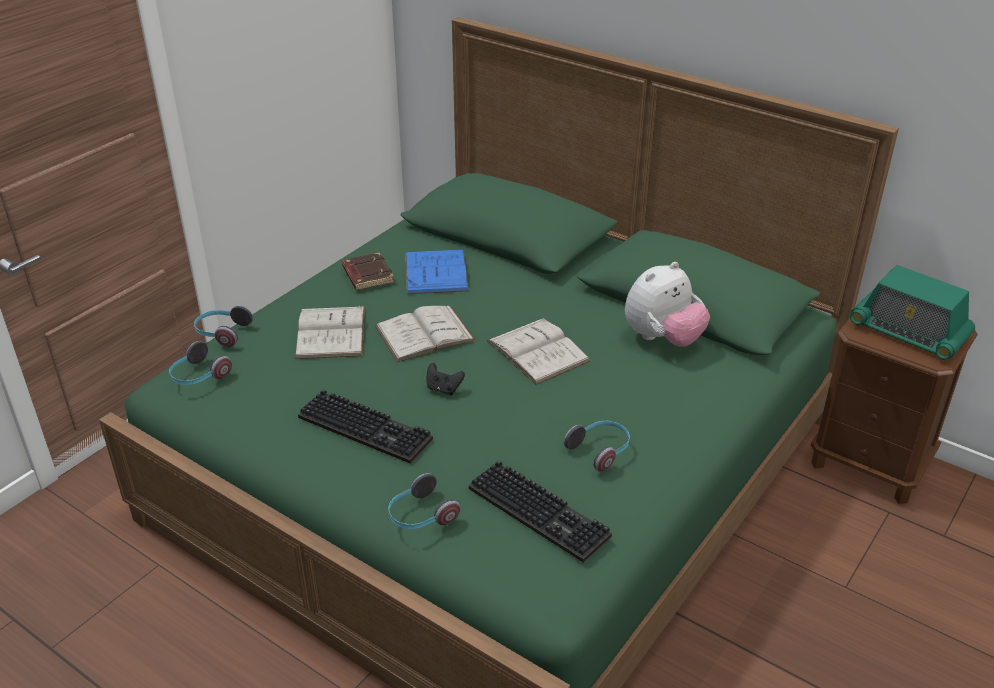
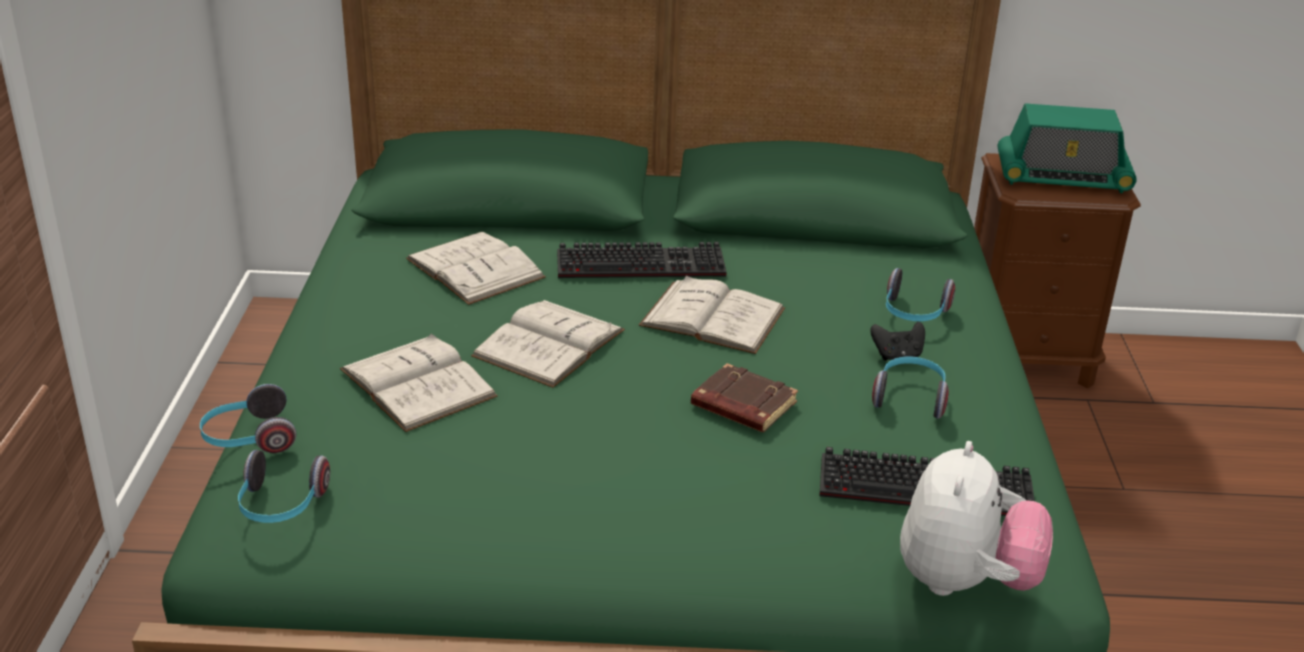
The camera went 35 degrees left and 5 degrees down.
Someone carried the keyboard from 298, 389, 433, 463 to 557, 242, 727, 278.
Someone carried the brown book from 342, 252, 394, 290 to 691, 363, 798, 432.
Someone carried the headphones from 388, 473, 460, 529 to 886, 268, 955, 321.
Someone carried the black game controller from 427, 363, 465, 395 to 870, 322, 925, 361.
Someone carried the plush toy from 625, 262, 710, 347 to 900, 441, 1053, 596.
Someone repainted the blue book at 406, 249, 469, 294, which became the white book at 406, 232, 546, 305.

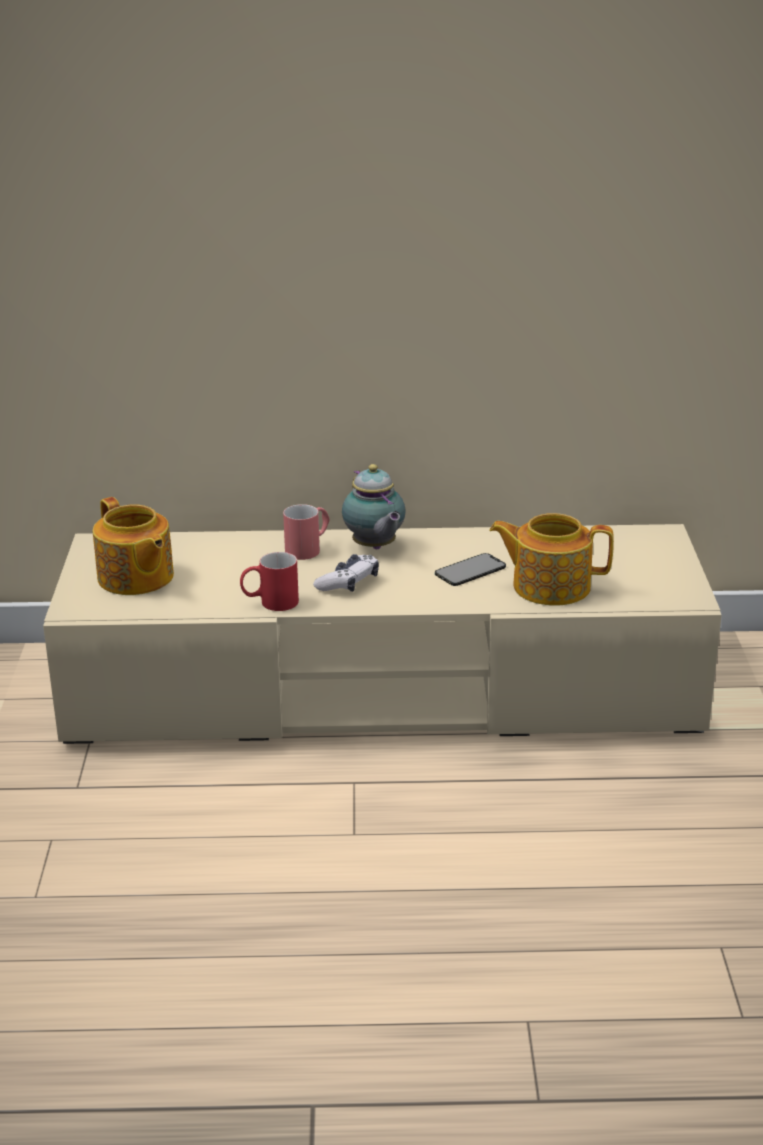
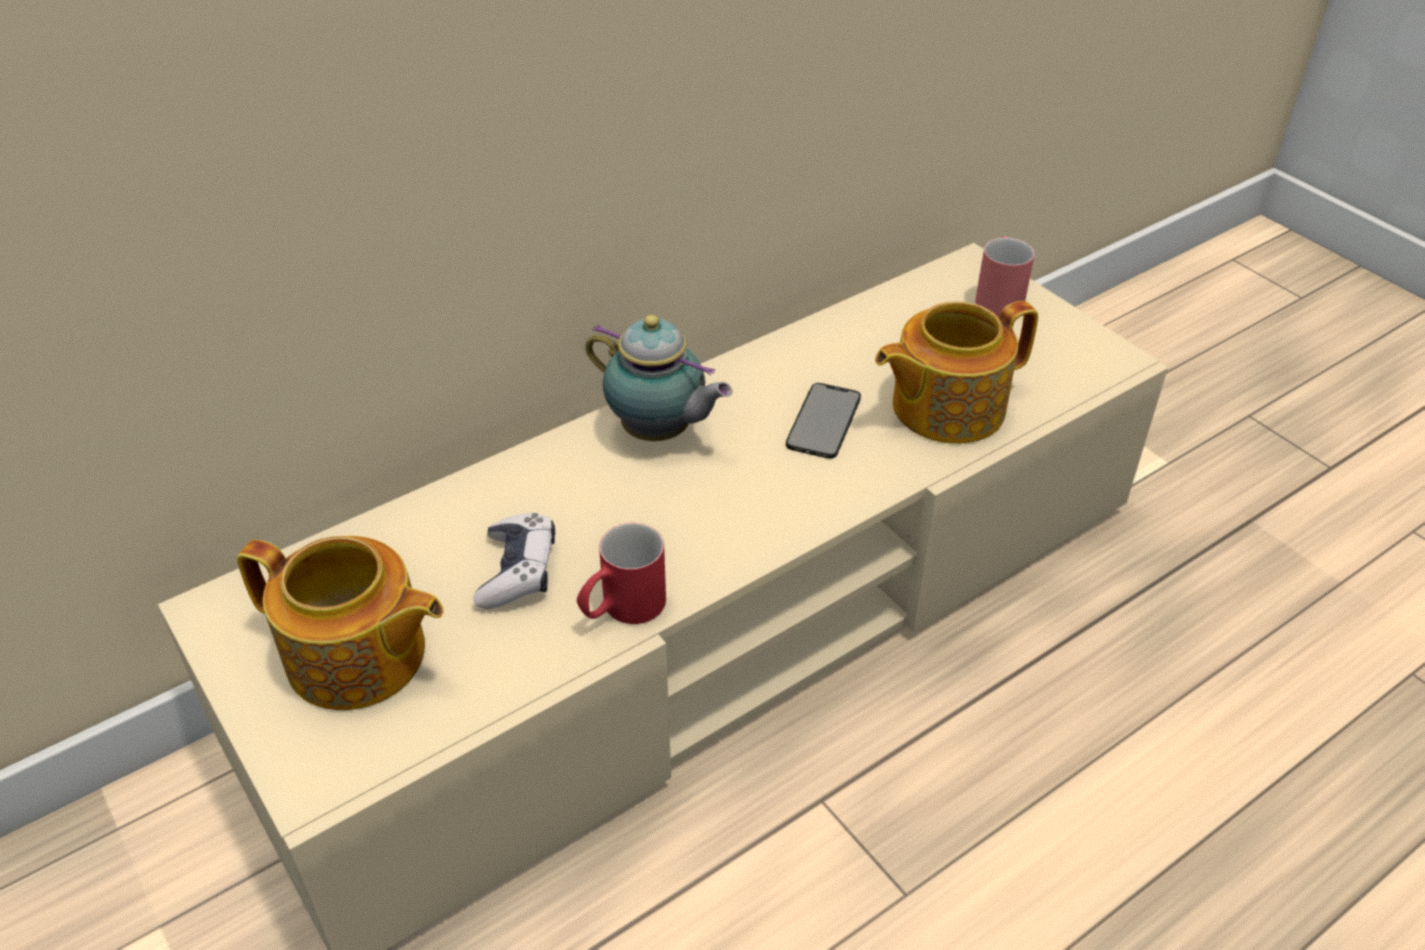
The camera went 35 degrees left and 15 degrees up.
Someone carried the red mug from 283, 504, 330, 560 to 975, 236, 1035, 317.
Someone carried the game controller from 313, 554, 379, 592 to 473, 513, 555, 609.

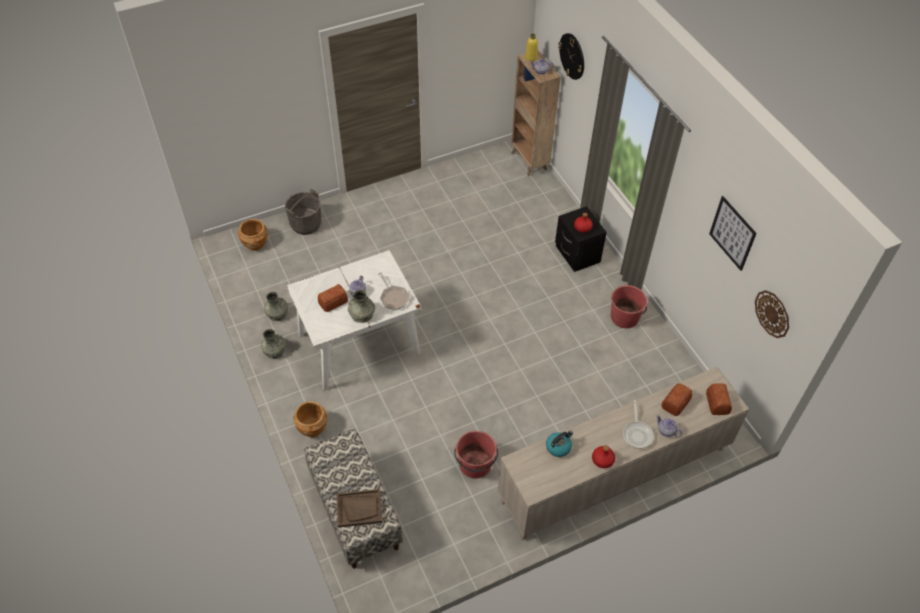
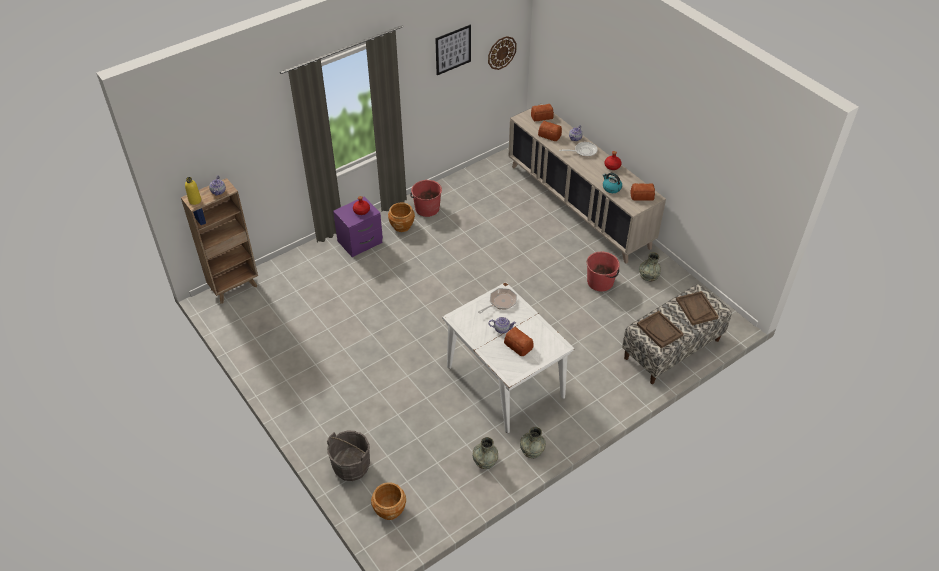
The camera went 100 degrees left and 5 degrees down.
Someone took away the wall clock at 558, 33, 584, 80.
Someone put down the bread at 630, 183, 655, 201.
Someone put down the brown tray at 637, 311, 683, 348.
Someone carried the brown planter from 293, 401, 328, 437 to 388, 202, 415, 232.
Someone carried the grey vase from 348, 290, 375, 323 to 639, 252, 661, 281.
Someone repainted the black nightstand at 555, 206, 607, 272, which became the purple nightstand at 333, 197, 383, 257.

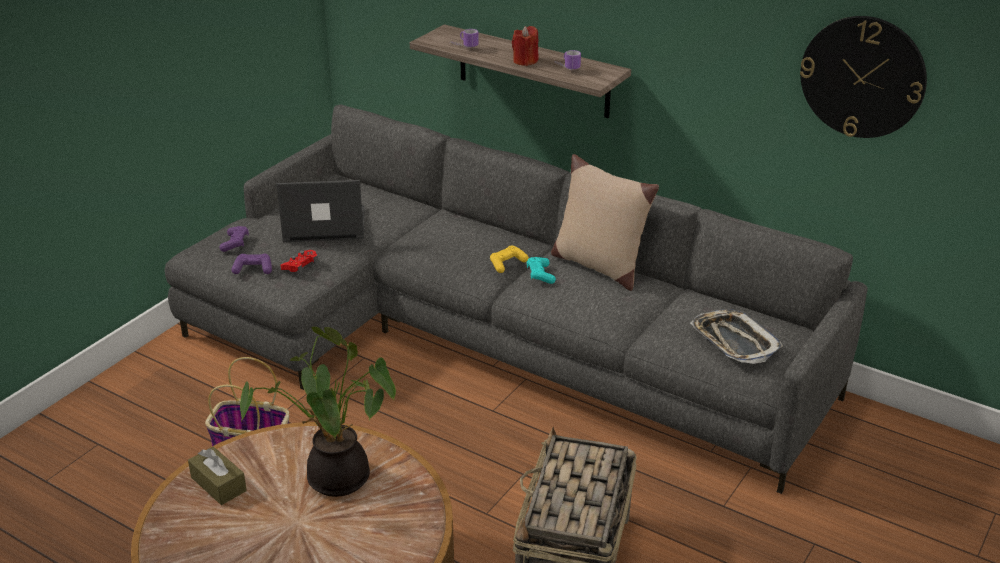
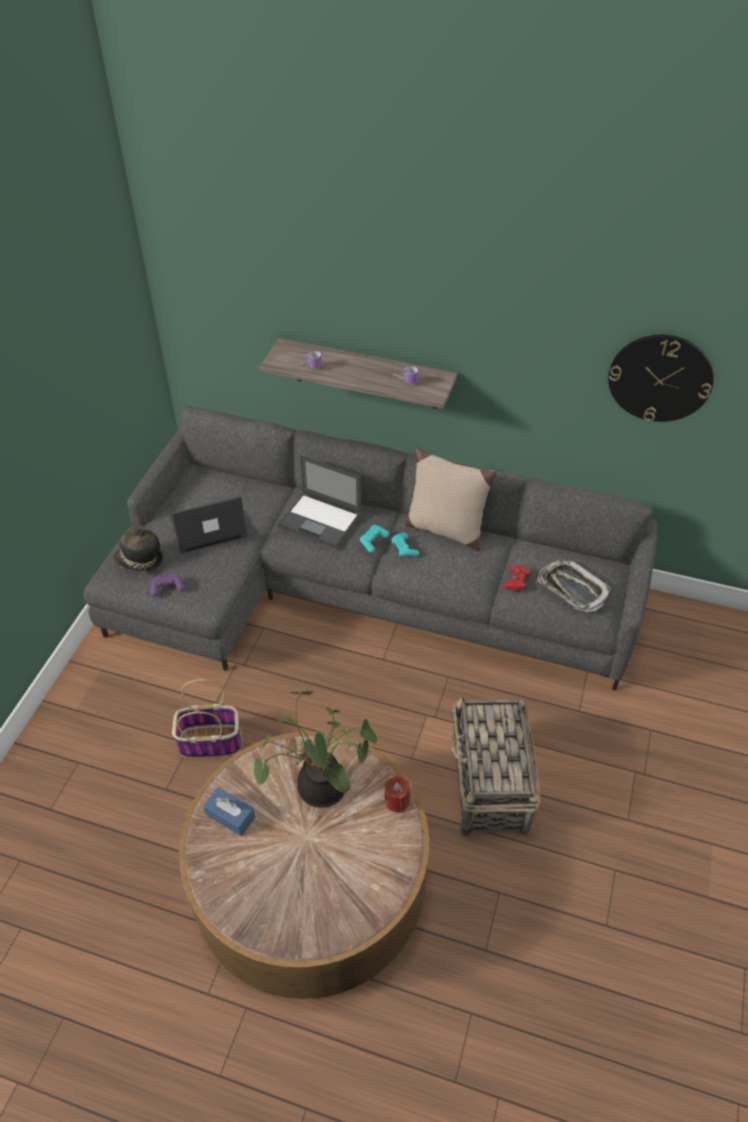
The camera went 15 degrees left and 15 degrees up.
Someone put down the laptop at 278, 455, 362, 548.
Someone carried the red game controller from 281, 250, 318, 276 to 504, 565, 530, 592.
Someone carried the red candle from 512, 26, 539, 66 to 384, 775, 410, 813.
Someone swapped the purple game controller at 219, 226, 249, 252 for the hat at 113, 529, 163, 572.
Someone repainted the brown tissue box at 188, 447, 247, 505, which became the blue tissue box at 203, 787, 255, 836.
Someone repainted the yellow game controller at 490, 246, 529, 273, which became the turquoise game controller at 360, 525, 389, 553.

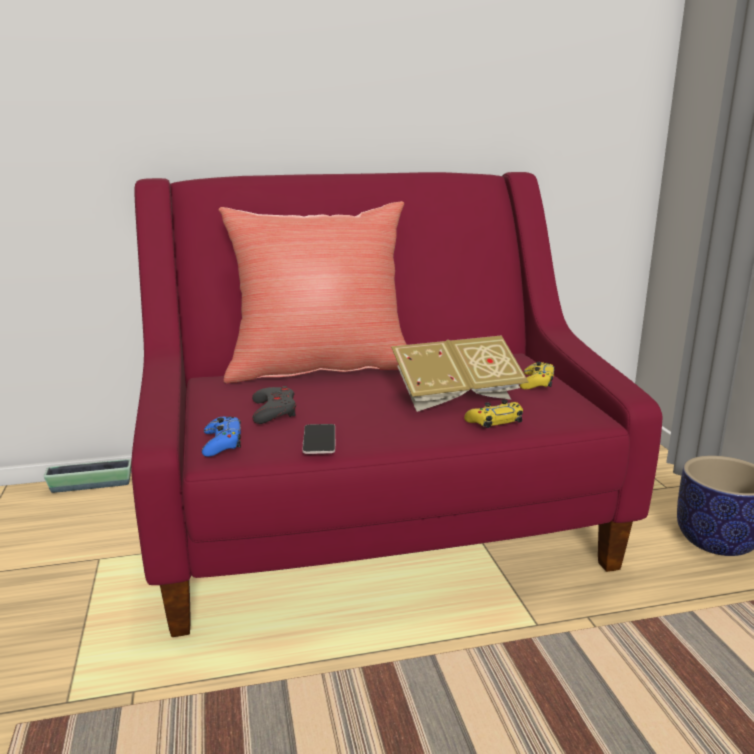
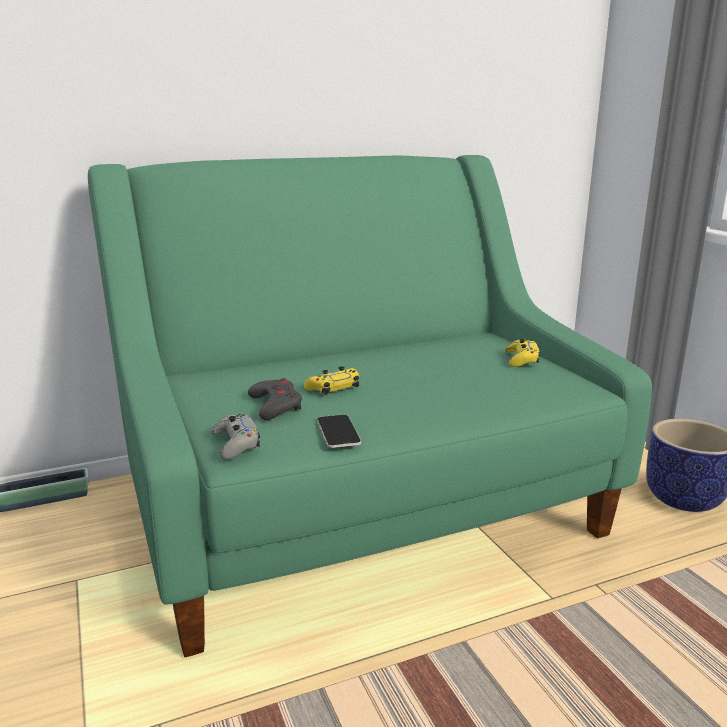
The camera went 10 degrees left and 0 degrees up.
Someone took away the red pillow at 218, 201, 407, 383.
Someone took away the book at 391, 335, 528, 412.
Someone carried the yellow game controller from 464, 400, 523, 428 to 304, 366, 359, 394.
Someone repainted the red sofa at 131, 172, 662, 637, which became the green sofa at 88, 155, 652, 657.
Someone repainted the blue game controller at 202, 416, 241, 457, which became the grey game controller at 212, 414, 260, 459.

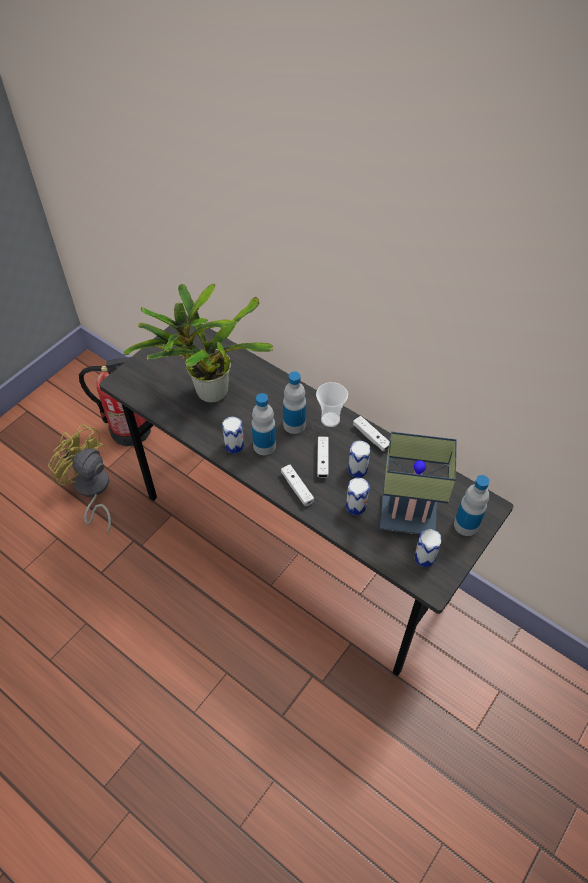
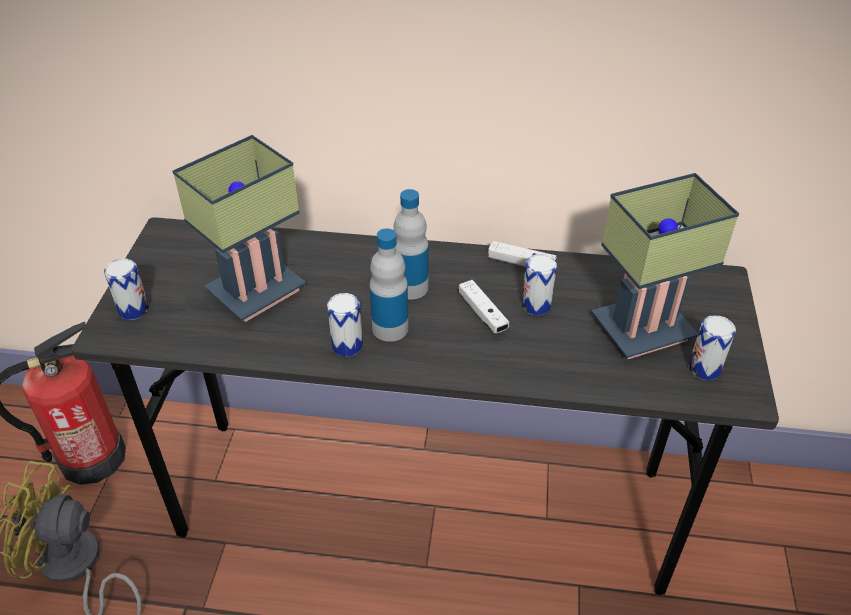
The camera went 30 degrees left and 10 degrees down.
Someone took away the white game controller at 281, 465, 314, 506.
Someone took away the cup at 316, 382, 348, 427.
Someone took away the bottle at 454, 475, 490, 536.
Someone carried the can from 346, 478, 369, 515 to 104, 258, 149, 320.
Someone swapped the potted plant at 123, 283, 274, 403 for the table lamp at 173, 135, 306, 322.

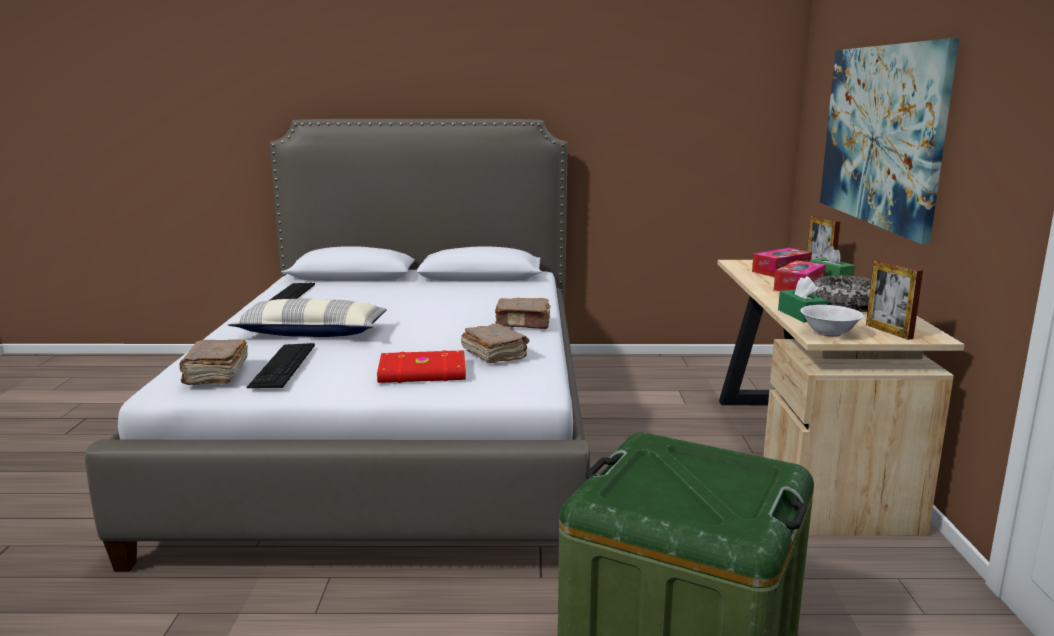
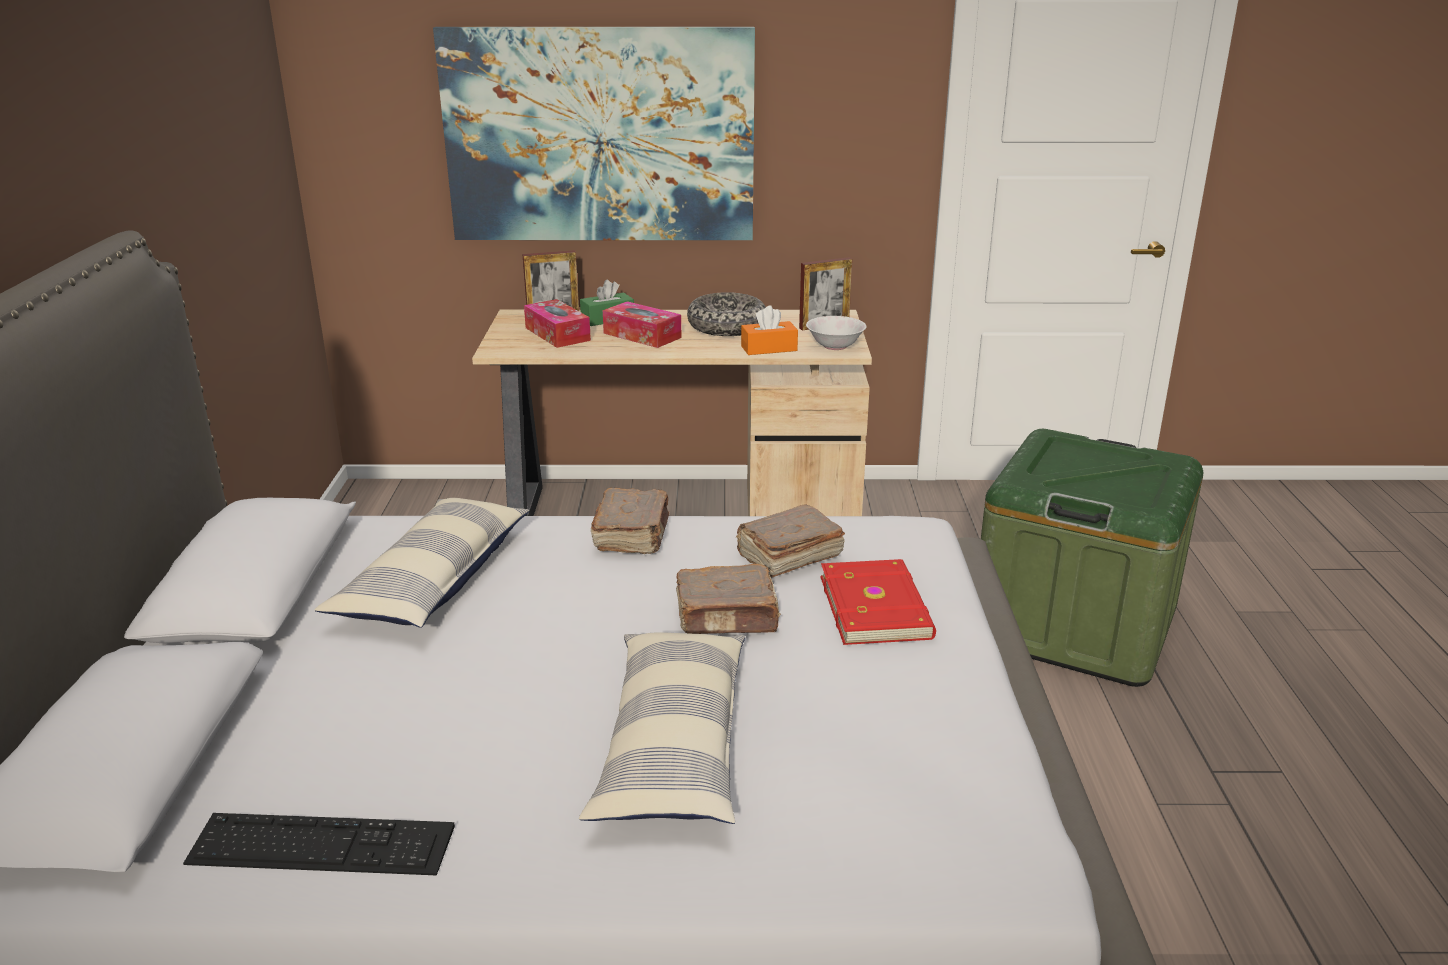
The camera went 90 degrees left and 10 degrees up.
Someone took away the keyboard at 247, 343, 315, 388.
Someone put down the pillow at 314, 498, 530, 628.
Someone carried the brown book from 180, 339, 248, 385 to 676, 564, 781, 634.
Someone repainted the green tissue box at 778, 276, 828, 323, which became the orange tissue box at 741, 306, 798, 355.

